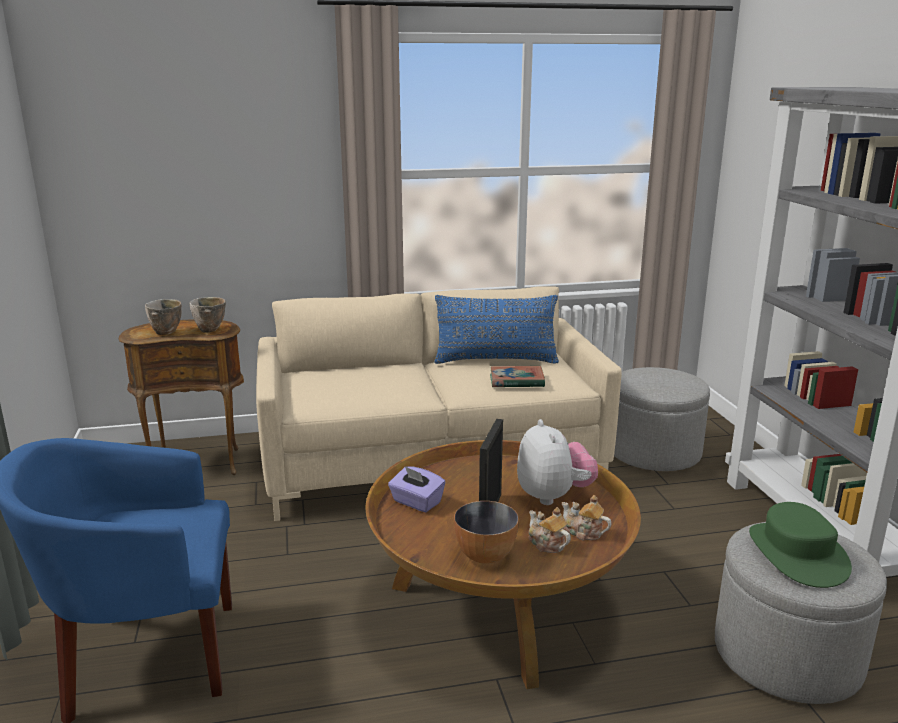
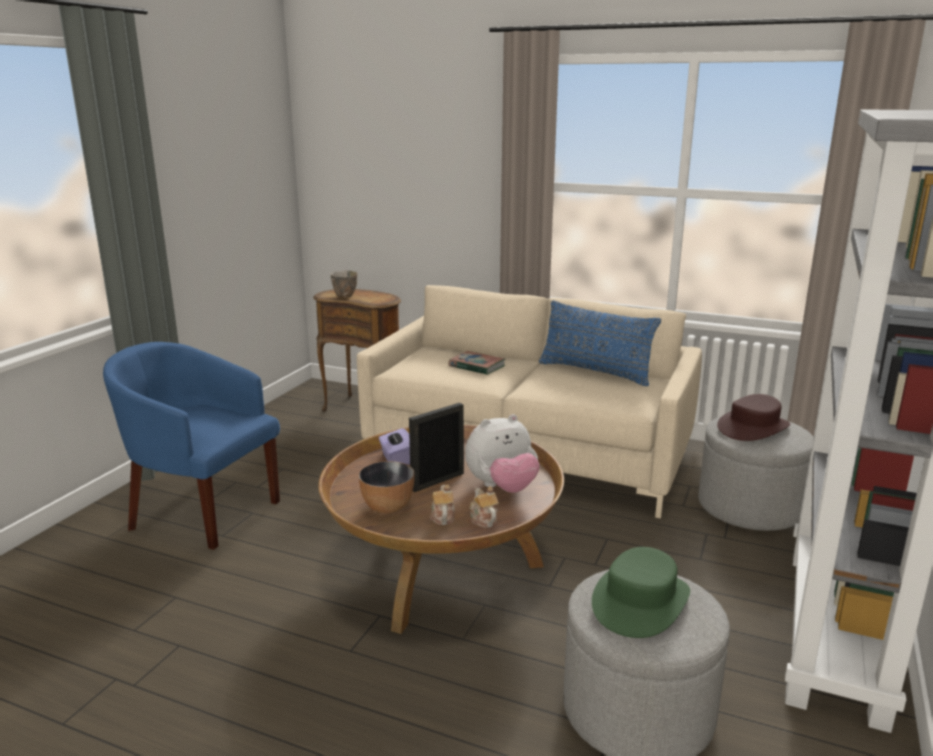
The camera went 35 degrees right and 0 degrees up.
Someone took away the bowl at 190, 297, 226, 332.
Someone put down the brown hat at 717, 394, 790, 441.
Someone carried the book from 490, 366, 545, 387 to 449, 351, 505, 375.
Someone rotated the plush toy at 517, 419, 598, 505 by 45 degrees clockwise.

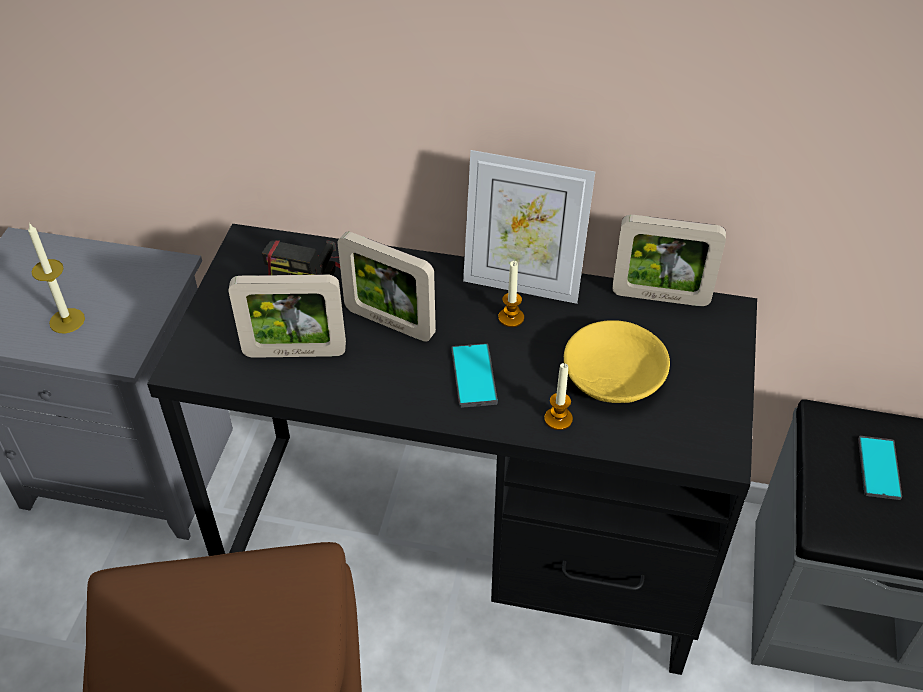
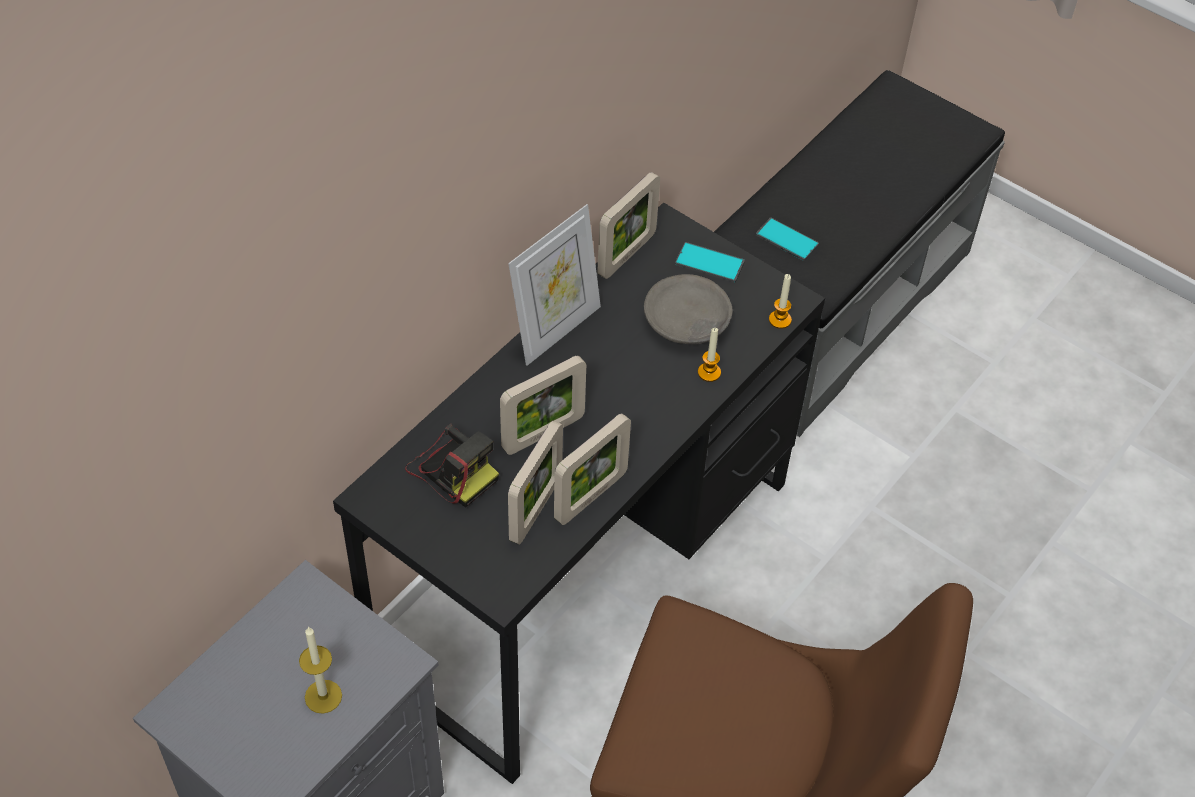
The camera went 65 degrees left and 5 degrees up.
Someone put down the picture frame at 554, 413, 631, 525.
Someone carried the phone from 451, 343, 498, 408 to 675, 242, 745, 283.
Someone carried the candle from 498, 261, 524, 327 to 769, 274, 792, 329.
Someone repainted the yellow bowl at 564, 320, 670, 403, which became the grey bowl at 644, 274, 733, 344.

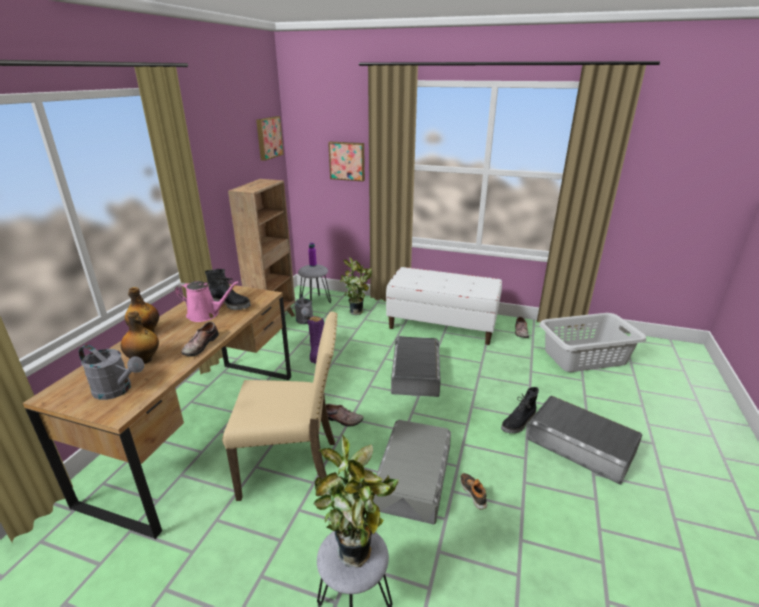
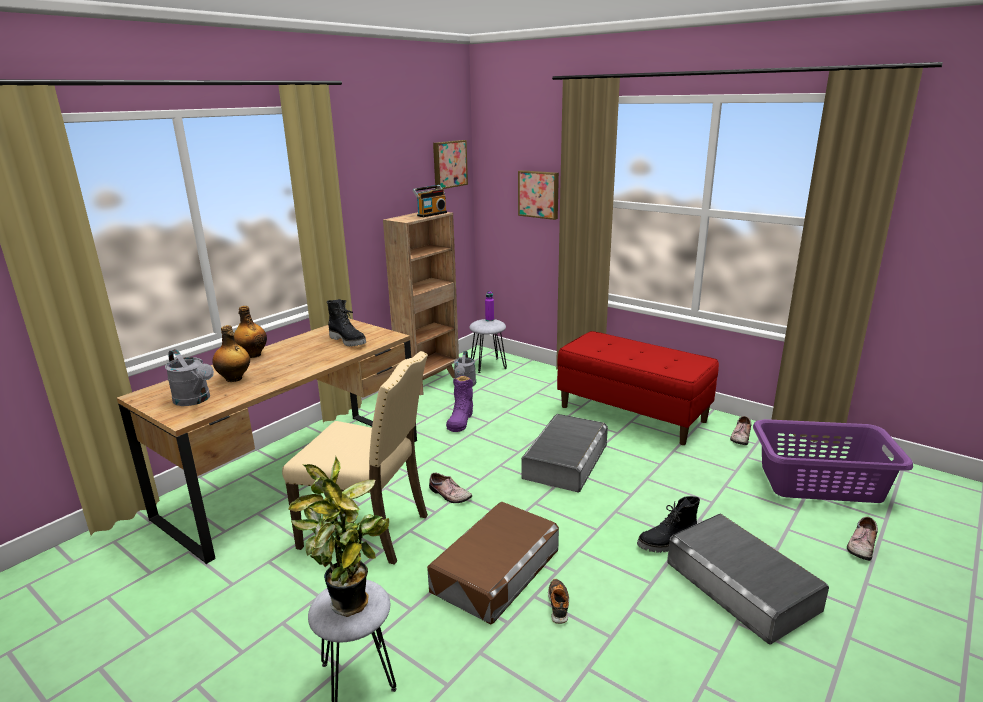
The camera went 20 degrees right and 5 degrees down.
Someone took away the pink watering can at 175, 281, 239, 322.
Someone took away the potted plant at 340, 257, 372, 315.
Someone put down the radio at 413, 185, 447, 217.
Someone carried the shoe from 181, 321, 219, 356 to 847, 517, 878, 561.
Someone repainted the grey storage box at 373, 420, 451, 525, which became the brown storage box at 427, 502, 559, 624.
Someone repainted the white bench at 386, 267, 502, 345, which became the red bench at 557, 331, 719, 445.
Someone repainted the grey laundry basket at 539, 313, 646, 372, which became the purple laundry basket at 753, 419, 913, 503.

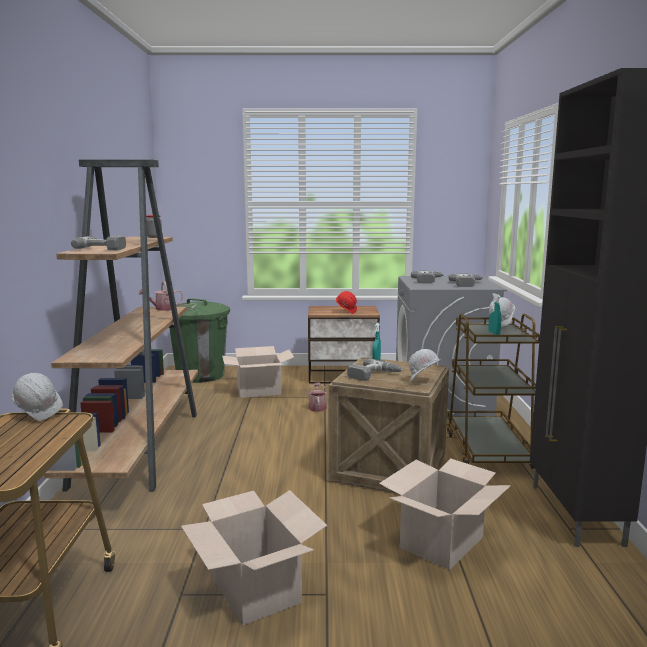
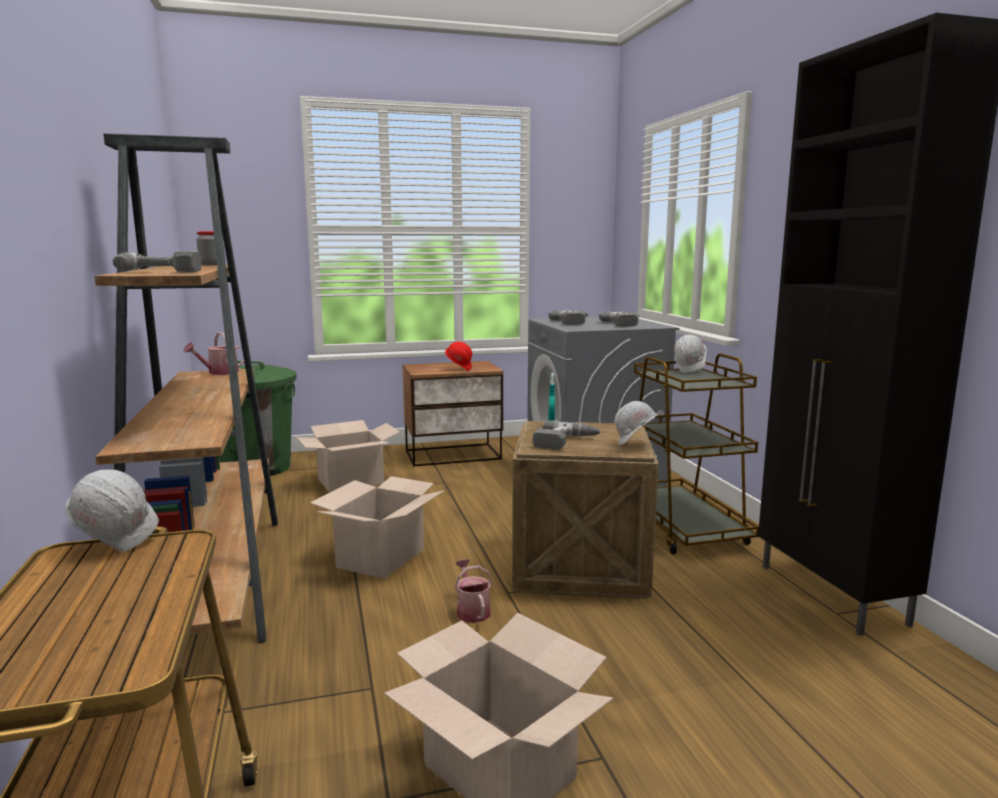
The camera went 15 degrees left and 0 degrees up.
Someone took away the turquoise spray bottle at 488, 293, 501, 335.
Someone carried the watering can from 308, 382, 328, 412 to 454, 559, 492, 623.
Someone carried the cardboard box from 379, 458, 511, 570 to 310, 476, 445, 579.

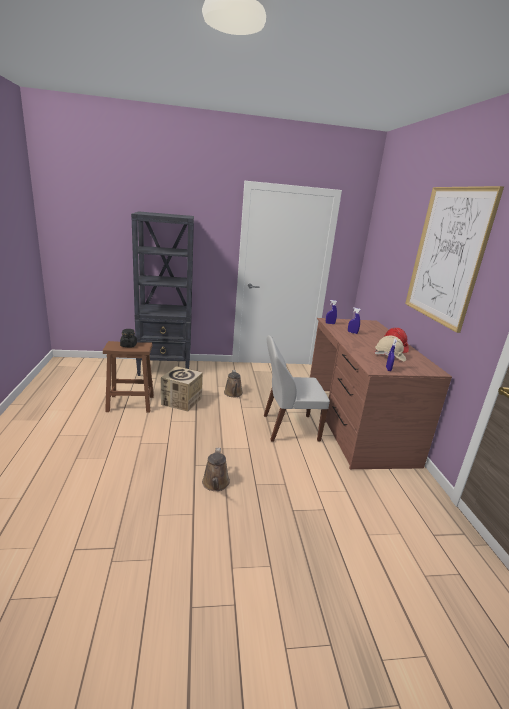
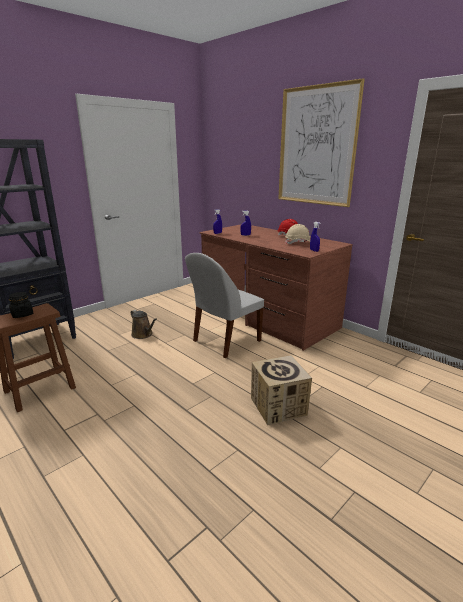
The camera went 35 degrees left and 0 degrees up.
Someone took away the brown watering can at 202, 448, 230, 491.
Someone carried the cardboard box from 161, 366, 203, 412 to 251, 355, 312, 425.

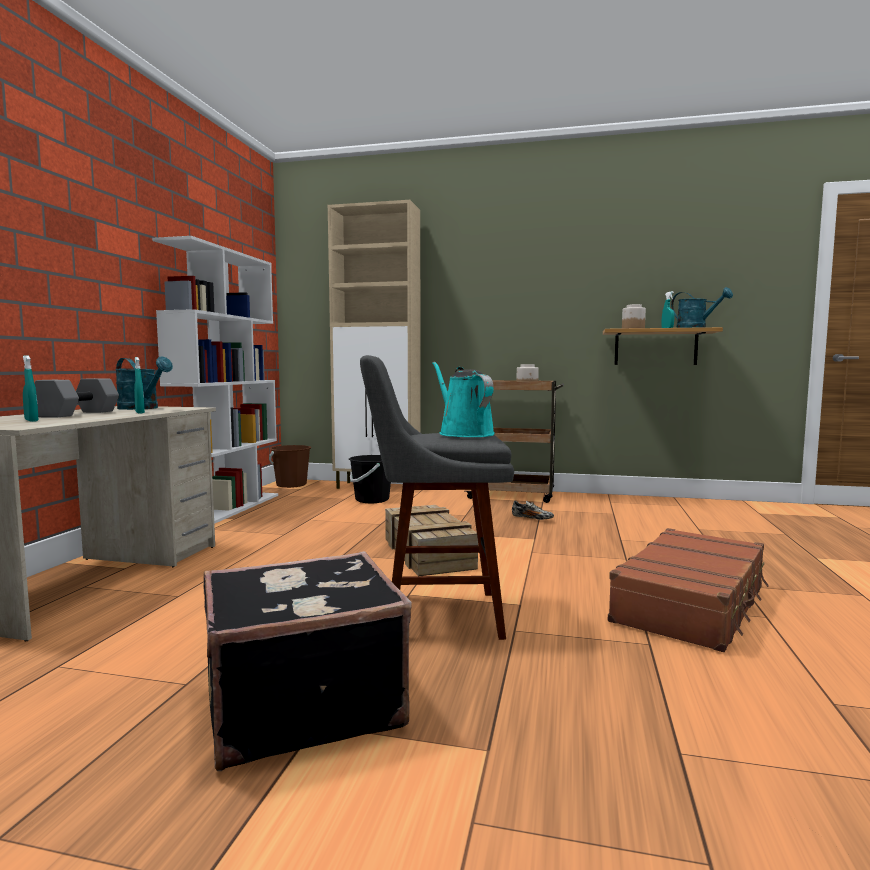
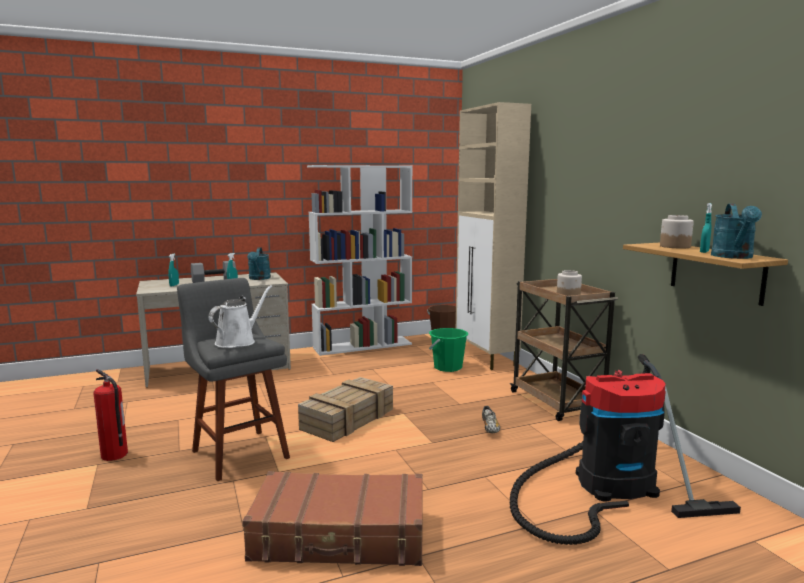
The camera went 55 degrees right and 5 degrees up.
Someone put down the vacuum cleaner at 510, 354, 741, 545.
Someone swapped the black suitcase at 203, 551, 412, 771 for the fire extinguisher at 93, 369, 128, 461.
Someone repainted the black bucket at 349, 455, 391, 503, which became the green bucket at 429, 328, 468, 372.
Someone repainted the turquoise watering can at 432, 362, 495, 437, which became the white watering can at 209, 285, 272, 348.

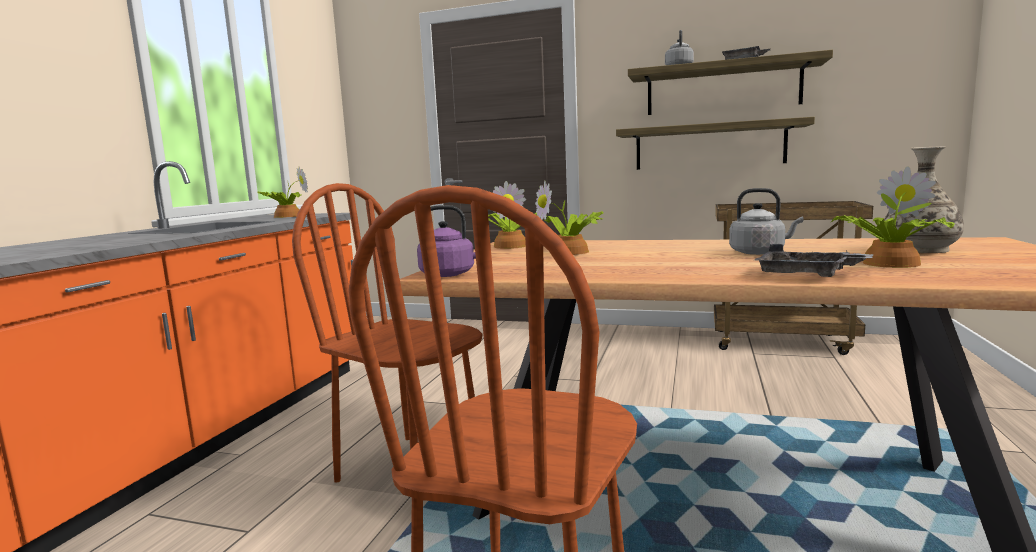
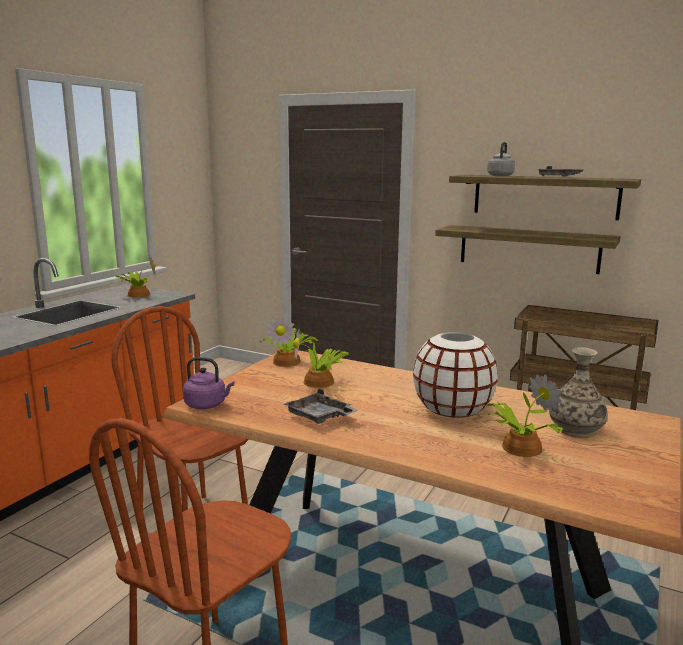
The camera went 10 degrees right and 5 degrees up.
Someone carried the grey tray from 755, 244, 874, 277 to 284, 388, 358, 424.
Someone swapped the grey kettle at 729, 188, 803, 255 for the white vase at 413, 332, 498, 418.

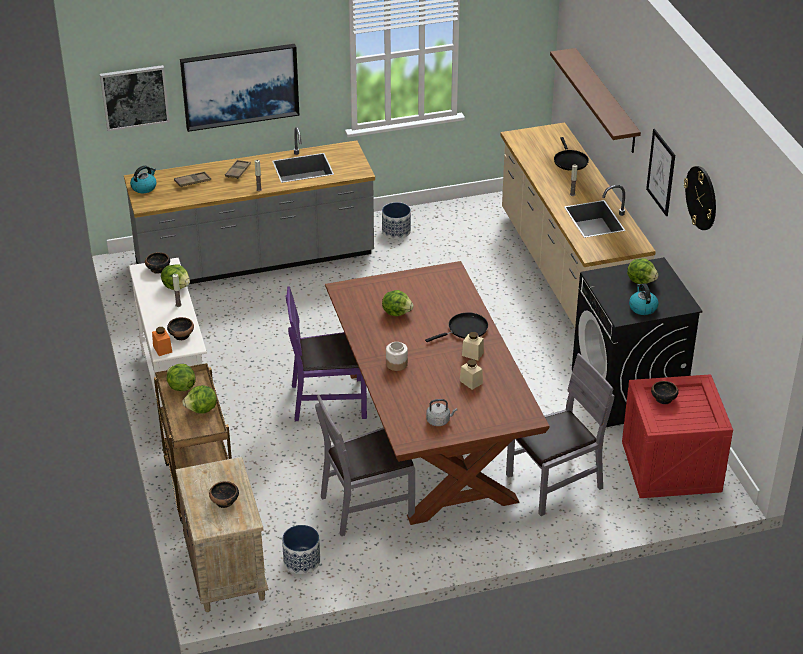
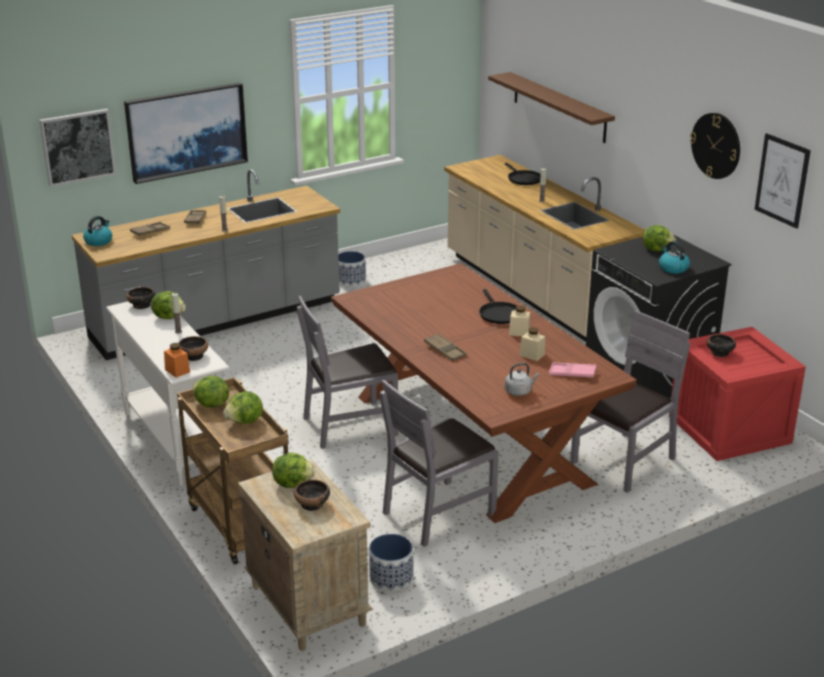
The camera went 15 degrees left and 10 degrees down.
Someone put down the pink tray at 549, 363, 596, 378.
Someone carried the lettuce from 382, 290, 414, 316 to 272, 452, 316, 488.
Someone carried the picture from 646, 129, 675, 216 to 755, 133, 811, 229.
Someone swapped the jar at 386, 342, 408, 371 for the brown tray at 424, 334, 467, 361.
Someone repainted the purple chair at 286, 286, 367, 421, which became the grey chair at 297, 296, 398, 449.
Someone rotated the black frying pan at 425, 312, 488, 342 by 120 degrees clockwise.

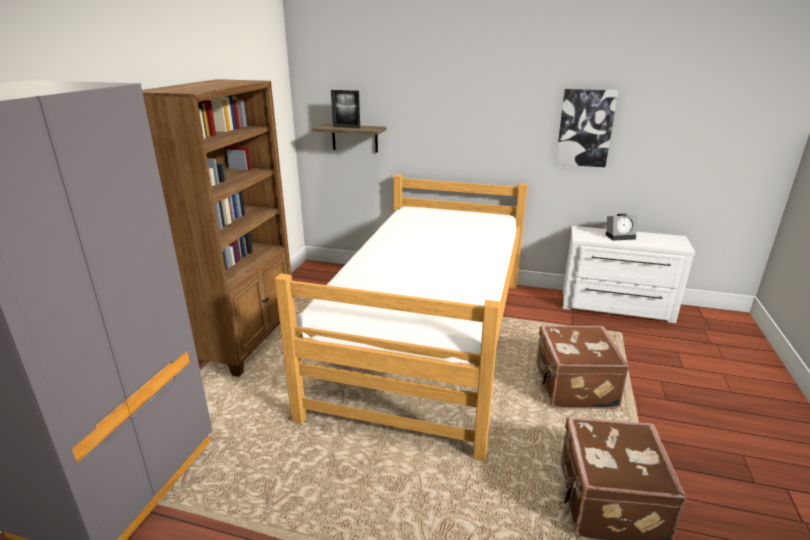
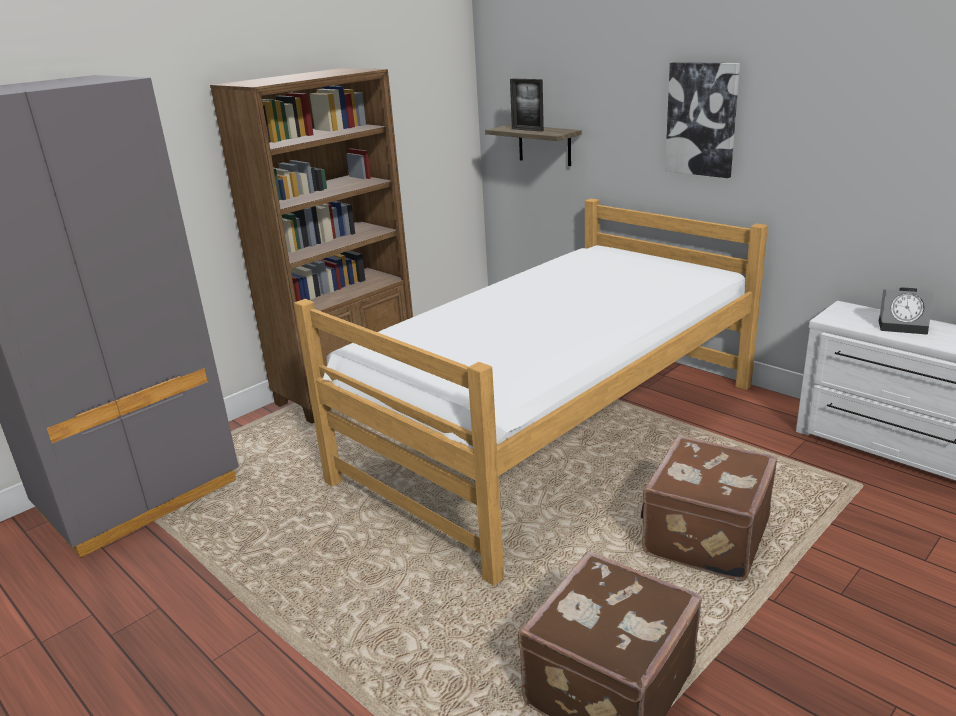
The camera went 30 degrees right and 0 degrees up.
Someone carried the picture from 555, 89, 618, 167 to 665, 62, 740, 178.

